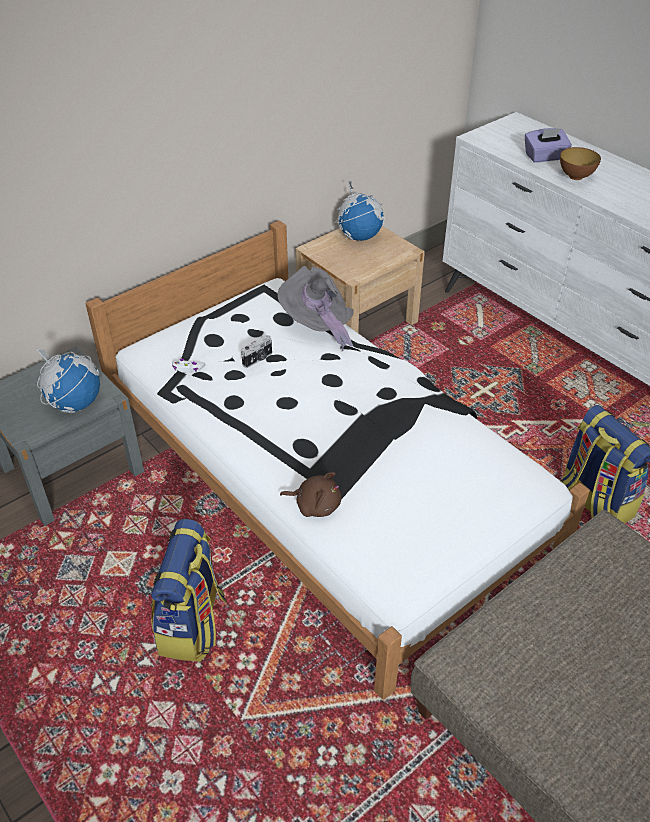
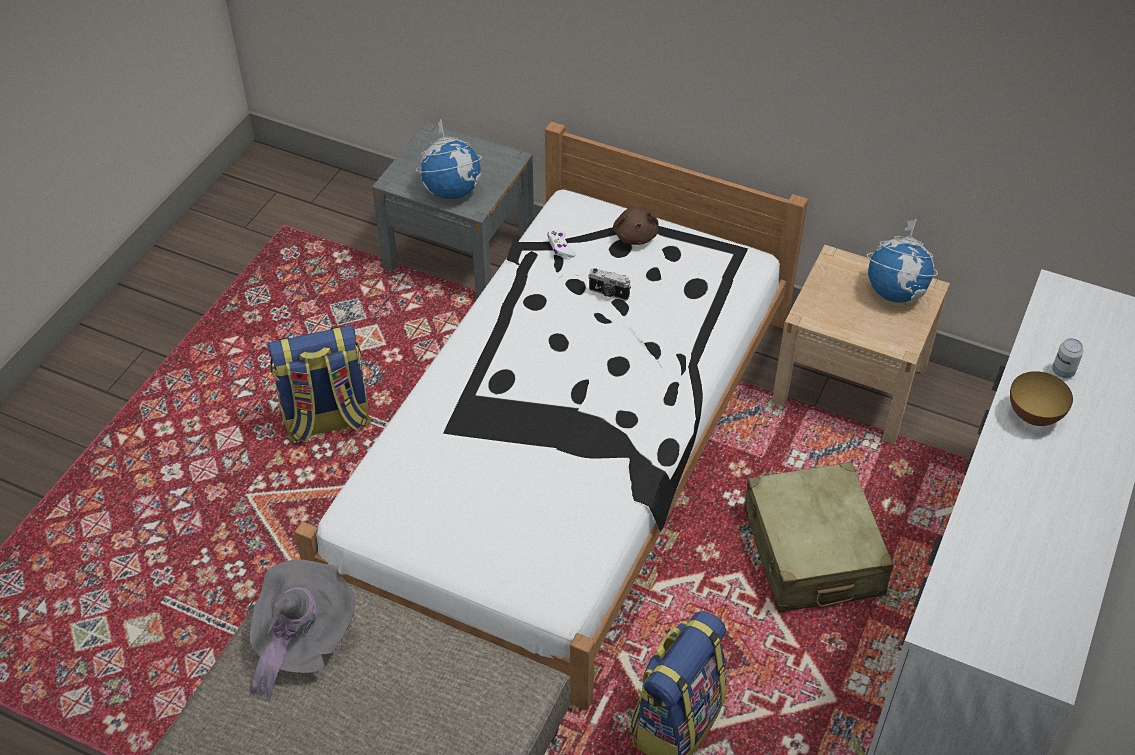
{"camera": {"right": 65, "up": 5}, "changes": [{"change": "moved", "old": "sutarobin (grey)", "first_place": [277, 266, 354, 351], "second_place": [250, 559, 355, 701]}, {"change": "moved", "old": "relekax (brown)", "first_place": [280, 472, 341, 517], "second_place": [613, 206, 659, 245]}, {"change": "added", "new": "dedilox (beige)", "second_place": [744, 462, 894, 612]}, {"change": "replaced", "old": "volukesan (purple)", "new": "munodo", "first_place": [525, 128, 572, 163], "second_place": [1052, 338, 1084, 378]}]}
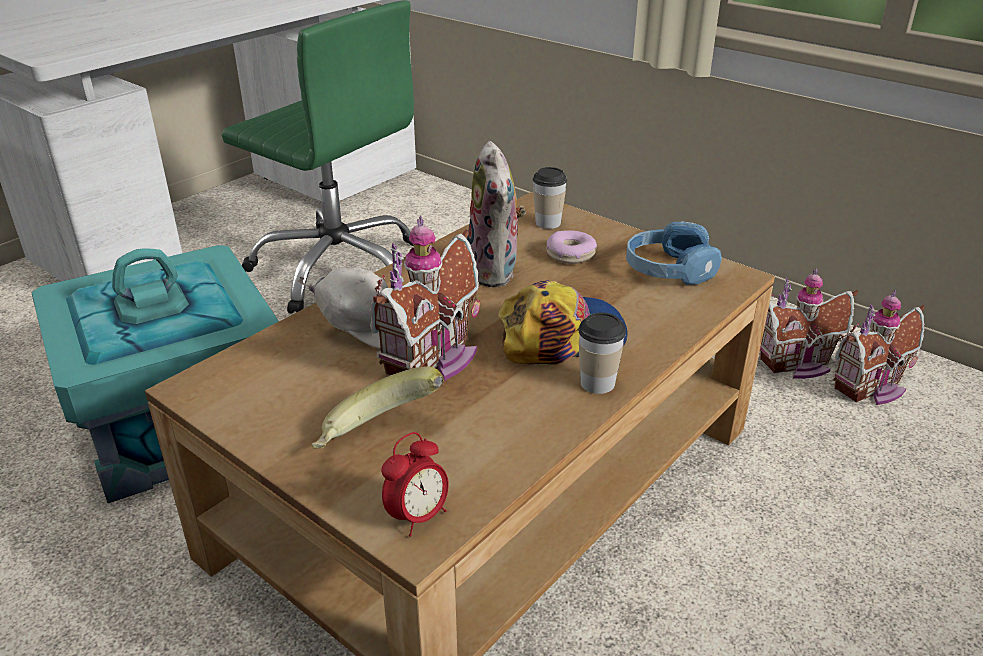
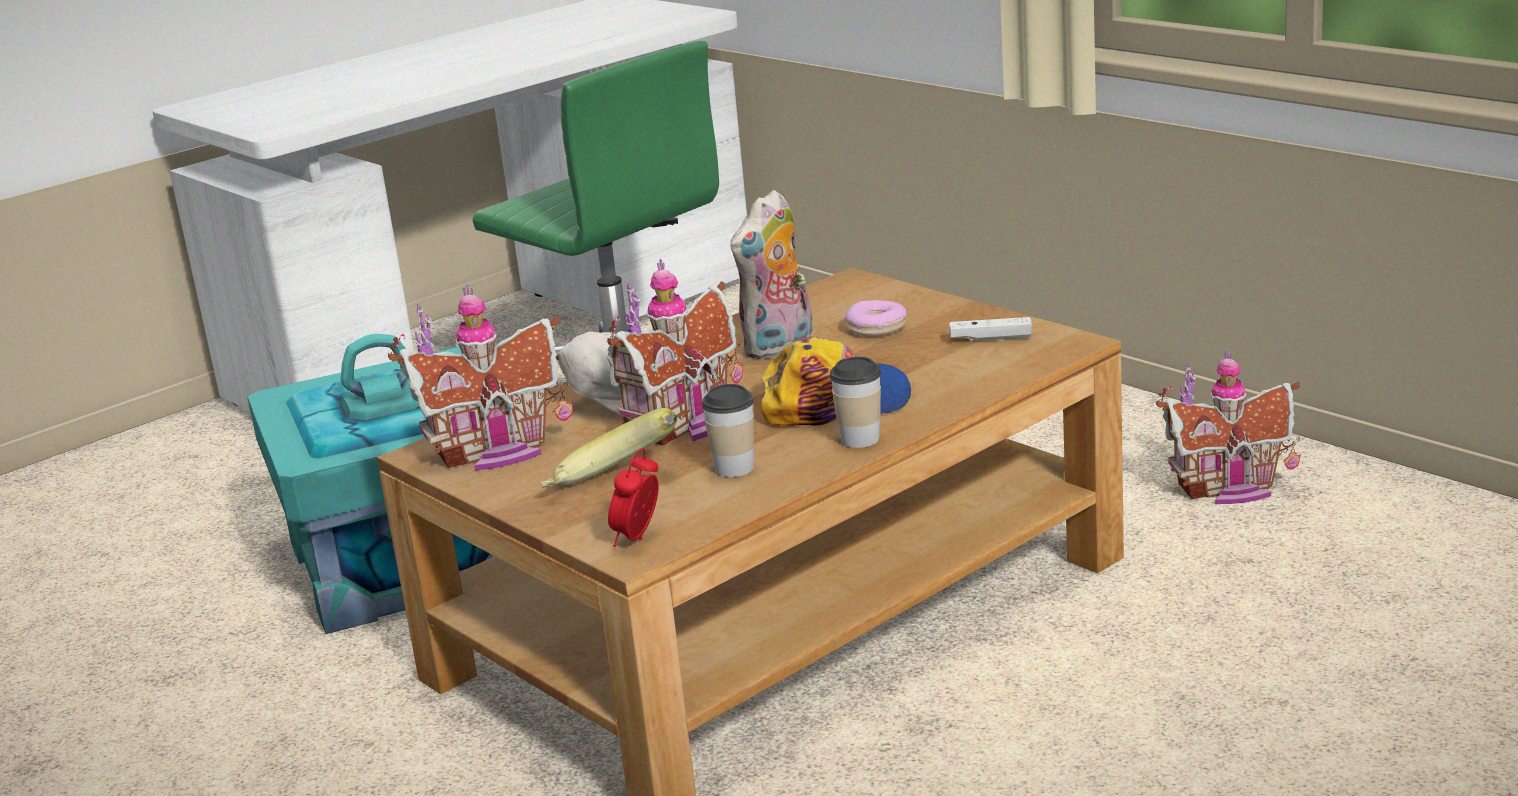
{"camera": {"right": 10, "up": -10}, "changes": [{"change": "moved", "old": "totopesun", "first_place": [833, 290, 925, 405], "second_place": [388, 284, 573, 471]}, {"change": "turned", "old": "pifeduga", "first_place": [381, 432, 449, 537], "second_place": [608, 448, 659, 547], "degrees": 150}, {"change": "moved", "old": "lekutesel", "first_place": [532, 167, 567, 229], "second_place": [701, 384, 754, 477]}, {"change": "turned", "old": "relekax", "first_place": [467, 141, 526, 287], "second_place": [730, 190, 813, 360], "degrees": 45}, {"change": "replaced", "old": "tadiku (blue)", "new": "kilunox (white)", "first_place": [626, 221, 722, 285], "second_place": [949, 317, 1032, 341]}]}
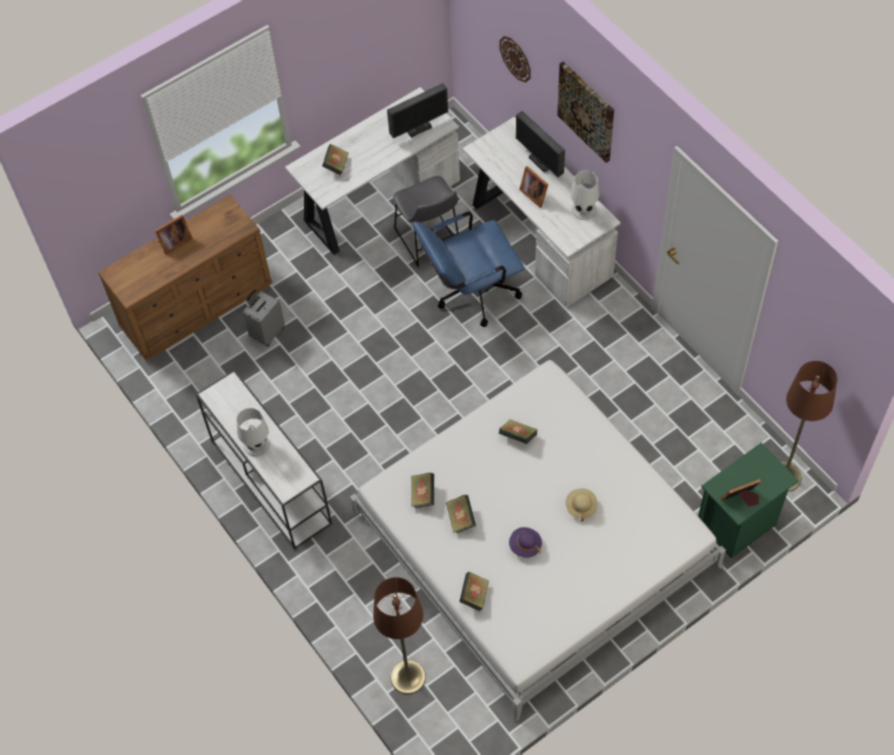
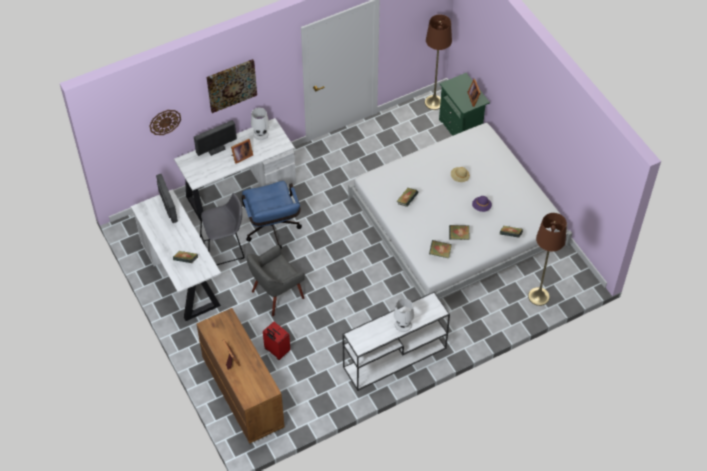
{"camera": {"right": -85, "up": -5}, "changes": [{"change": "added", "new": "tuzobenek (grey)", "second_place": [247, 245, 305, 316]}, {"change": "recoloured", "old": "dedilox (grey)", "new": "dedilox (red)", "first_place": [243, 289, 285, 347], "second_place": [263, 322, 290, 360]}]}
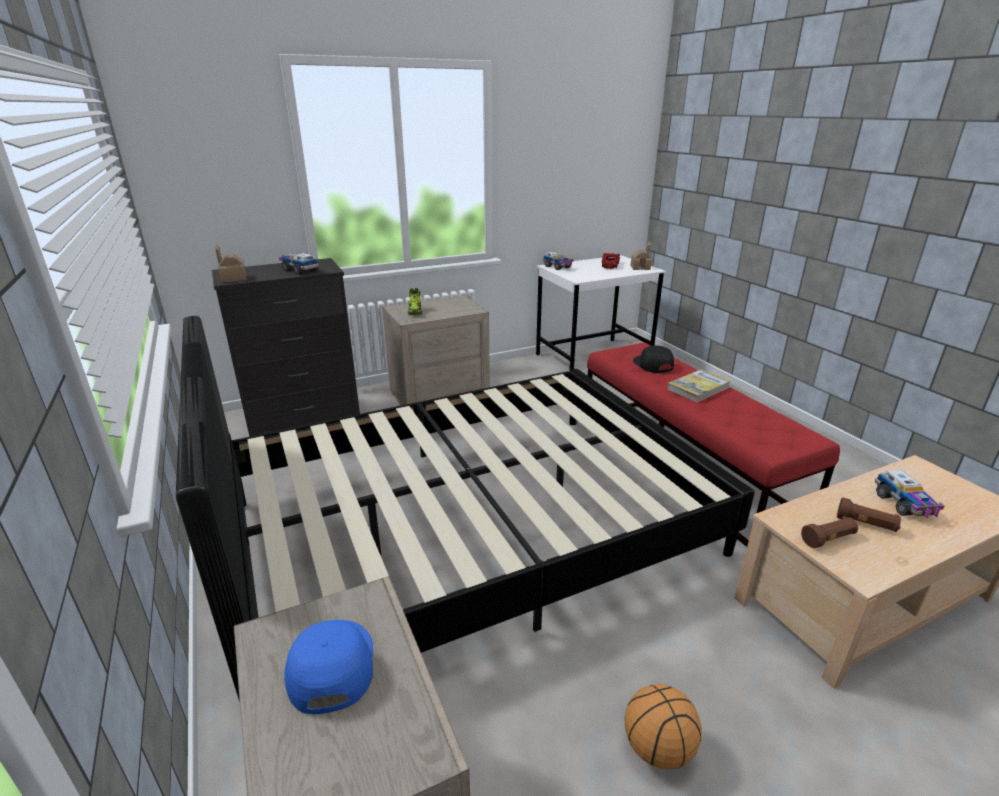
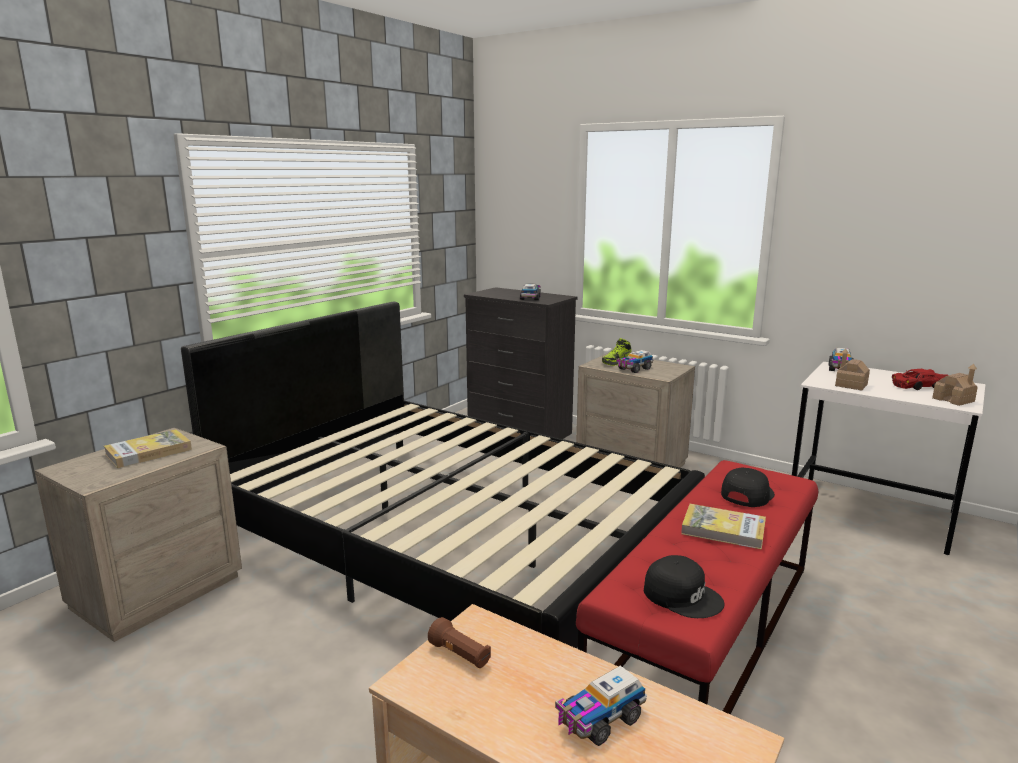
{"camera": {"right": 60, "up": -10}, "changes": [{"change": "replaced", "old": "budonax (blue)", "new": "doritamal", "first_place": [284, 620, 373, 714], "second_place": [104, 429, 192, 468]}, {"change": "added", "new": "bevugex", "second_place": [616, 350, 653, 373]}, {"change": "added", "new": "budonax (black)", "second_place": [644, 555, 725, 618]}, {"change": "moved", "old": "totopesun", "first_place": [214, 245, 247, 283], "second_place": [835, 348, 870, 391]}, {"change": "removed", "old": "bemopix", "first_place": [625, 684, 702, 770]}, {"change": "removed", "old": "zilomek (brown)", "first_place": [837, 498, 901, 532]}]}
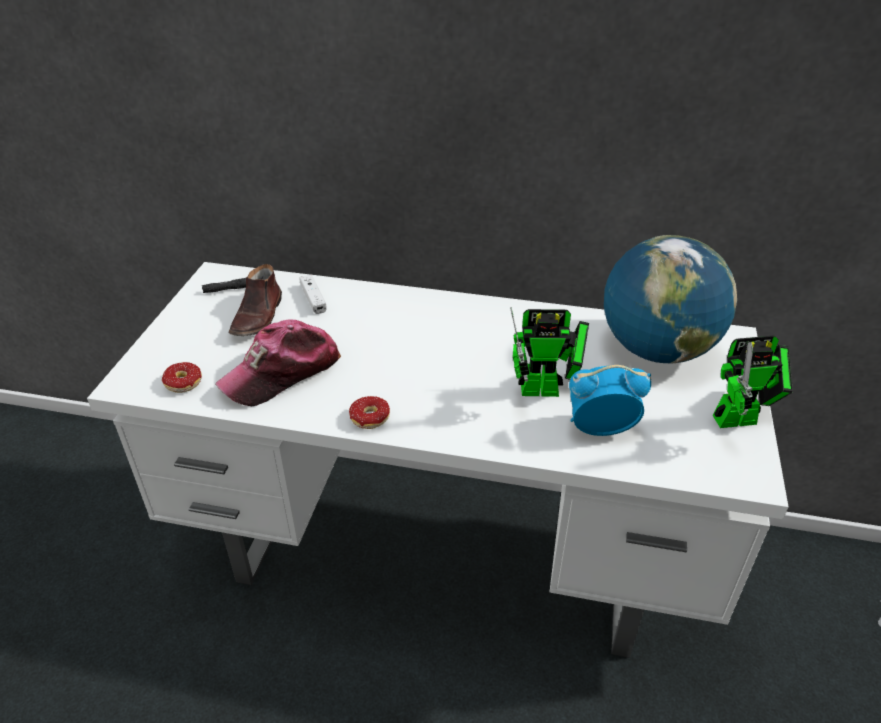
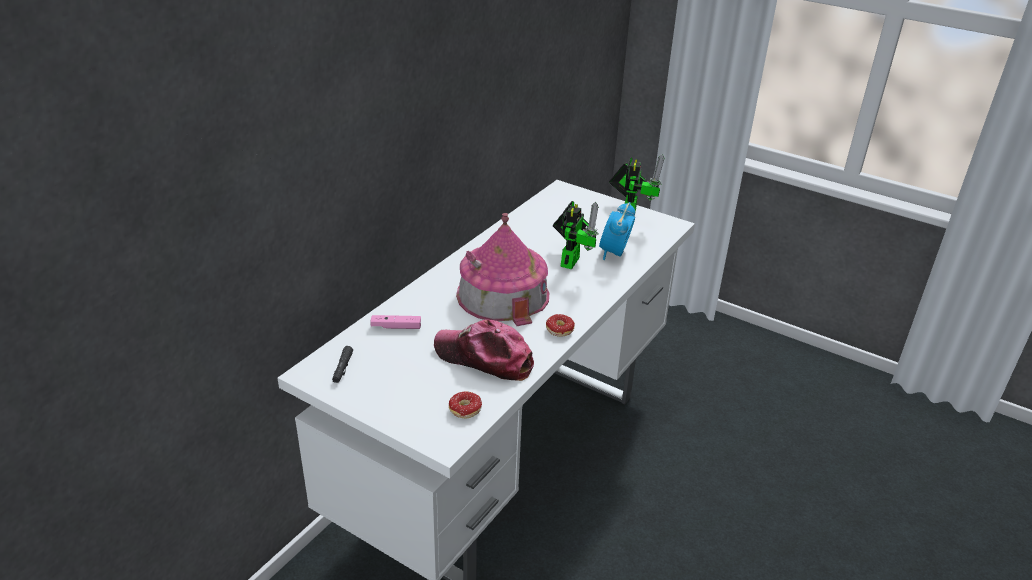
{"camera": {"right": -70, "up": -5}, "changes": [{"change": "recoloured", "old": "kilunox (white)", "new": "kilunox (pink)", "first_place": [299, 275, 327, 314], "second_place": [370, 315, 421, 329]}, {"change": "turned", "old": "budonax", "first_place": [215, 319, 341, 406], "second_place": [434, 319, 534, 381], "degrees": 135}, {"change": "added", "new": "totopesun", "second_place": [456, 213, 549, 326]}, {"change": "removed", "old": "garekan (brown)", "first_place": [228, 264, 282, 336]}, {"change": "removed", "old": "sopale", "first_place": [604, 235, 737, 364]}]}
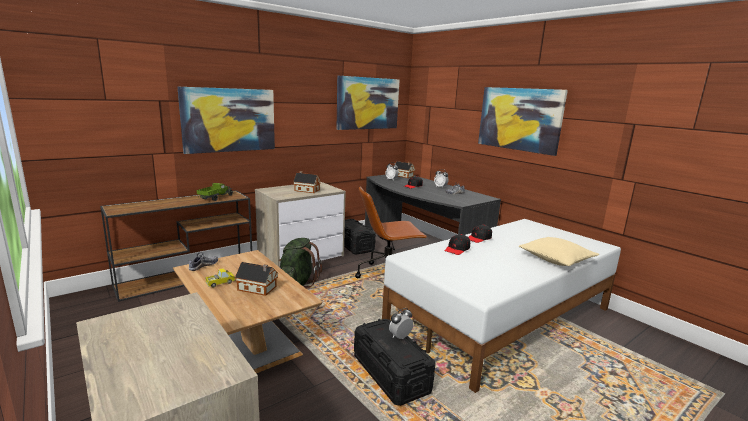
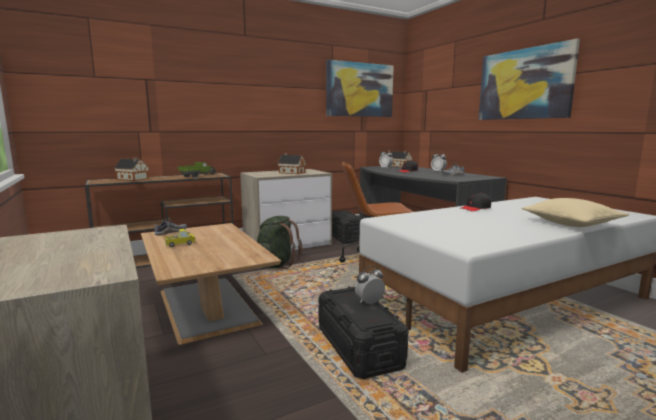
{"camera": {"right": 10, "up": -5}, "changes": [{"change": "moved", "old": "totopesun", "first_place": [235, 262, 278, 296], "second_place": [114, 157, 149, 181]}, {"change": "removed", "old": "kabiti", "first_place": [178, 87, 275, 154]}, {"change": "removed", "old": "budonax (black)", "first_place": [445, 234, 470, 255]}]}
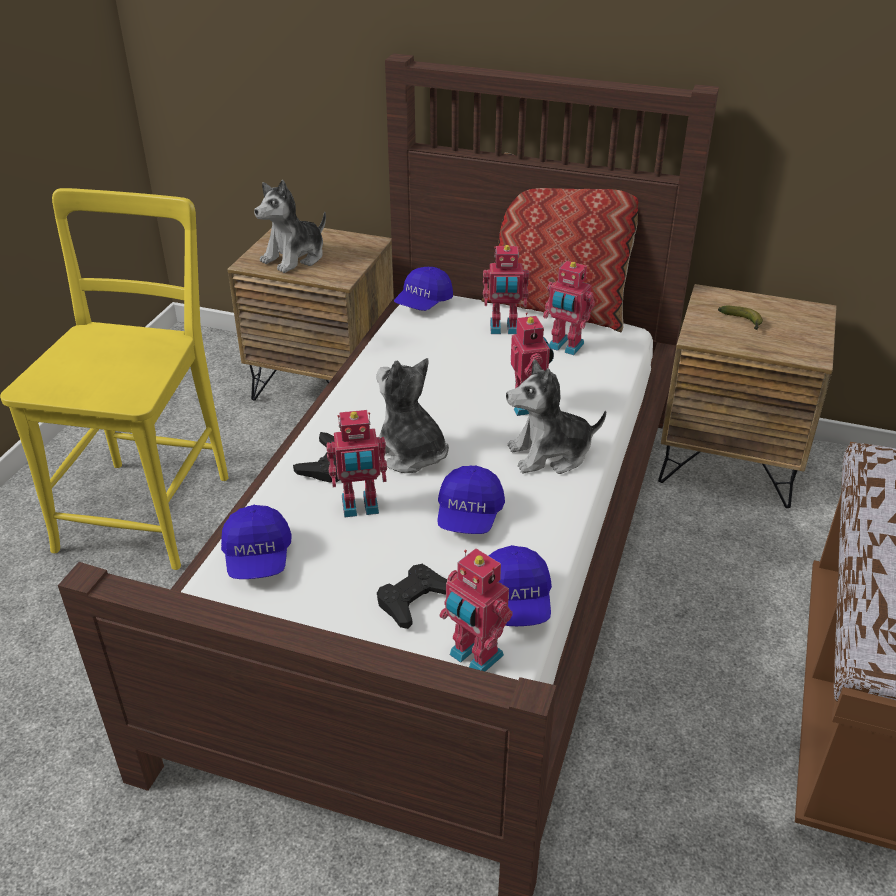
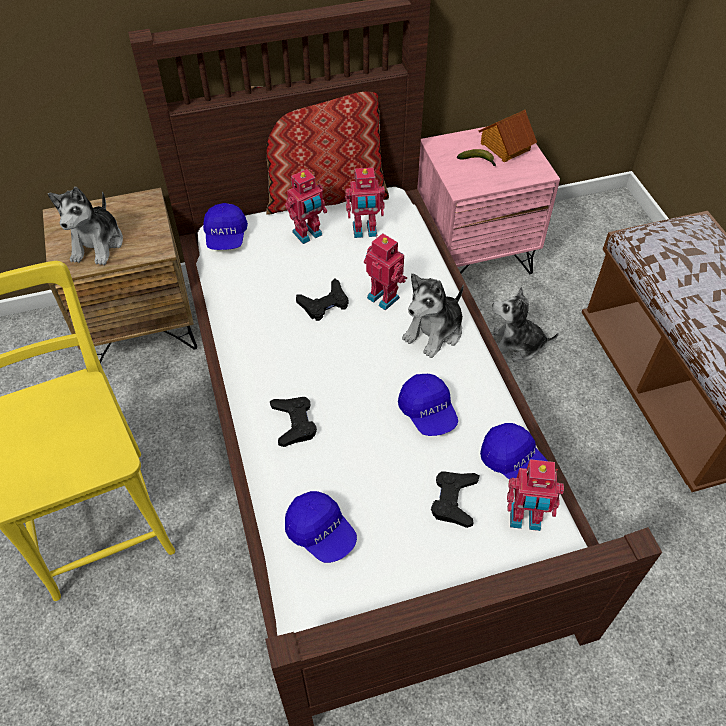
{"camera": {"right": -35, "up": 15}, "changes": [{"change": "added", "new": "kilunox (black)", "second_place": [296, 278, 349, 321]}, {"change": "recoloured", "old": "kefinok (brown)", "new": "kefinok (pink)", "first_place": [658, 284, 837, 508], "second_place": [417, 127, 560, 274]}, {"change": "added", "new": "totopesun", "second_place": [479, 109, 537, 162]}, {"change": "moved", "old": "relekax", "first_place": [376, 358, 449, 473], "second_place": [492, 286, 559, 362]}, {"change": "removed", "old": "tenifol", "first_place": [326, 410, 387, 518]}]}
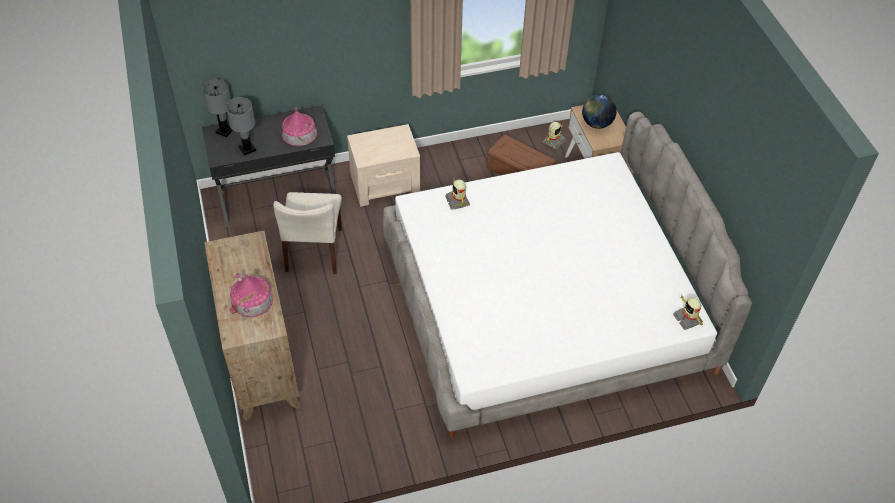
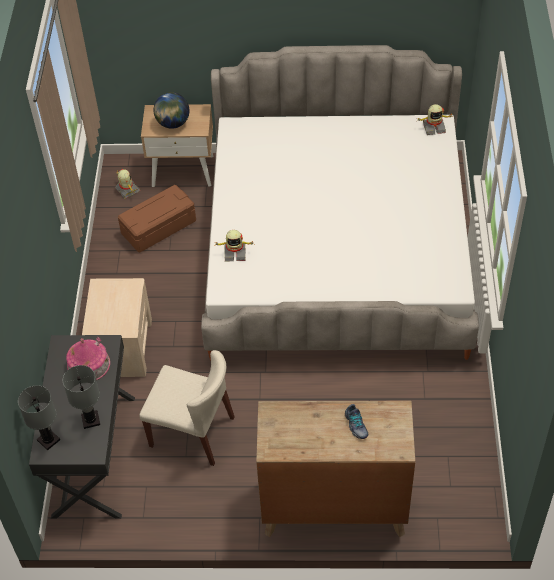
{"camera": {"right": -70, "up": 0}, "changes": [{"change": "replaced", "old": "totopesun", "new": "garekan", "first_place": [229, 273, 273, 317], "second_place": [345, 404, 368, 439]}]}
